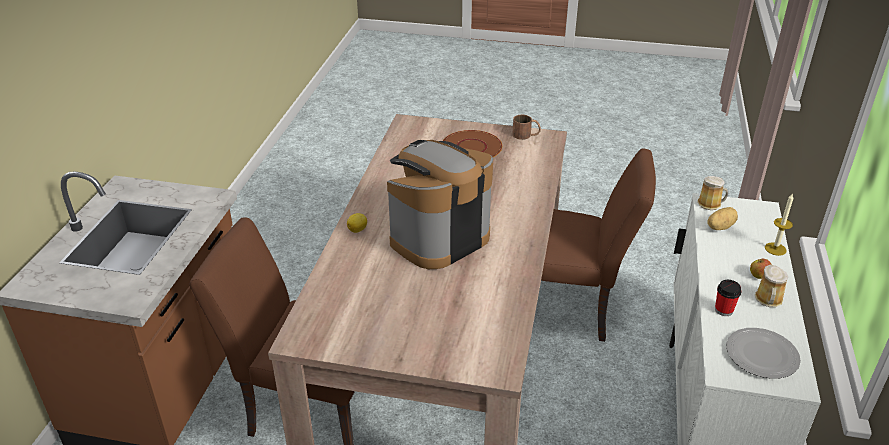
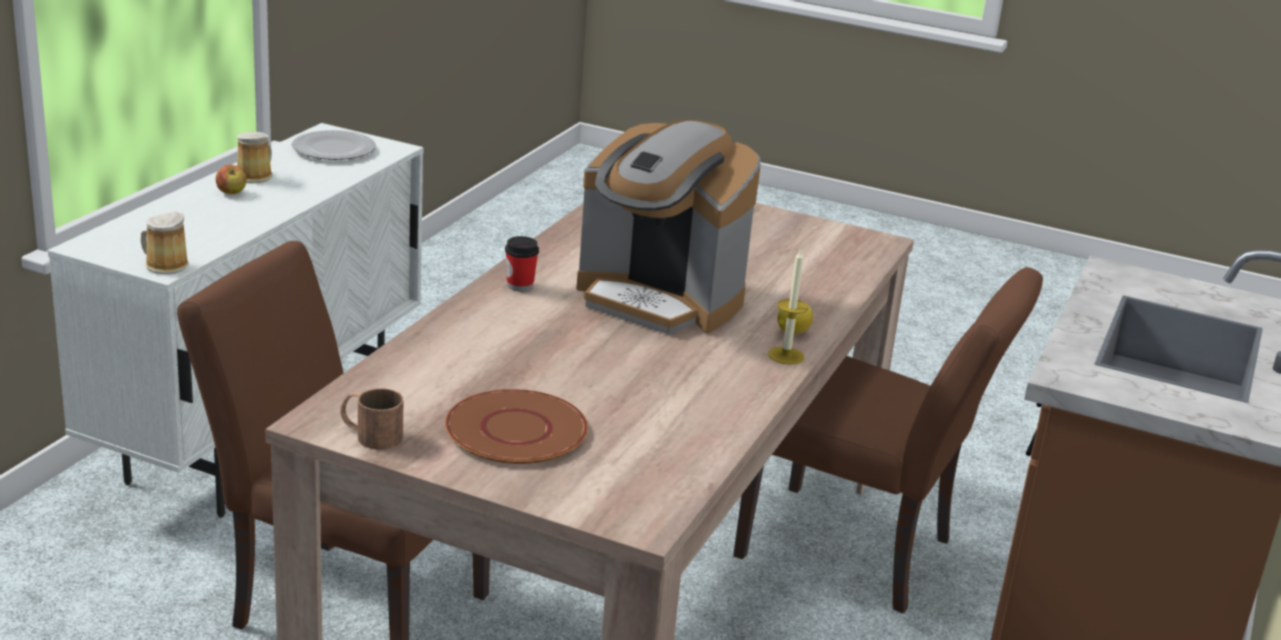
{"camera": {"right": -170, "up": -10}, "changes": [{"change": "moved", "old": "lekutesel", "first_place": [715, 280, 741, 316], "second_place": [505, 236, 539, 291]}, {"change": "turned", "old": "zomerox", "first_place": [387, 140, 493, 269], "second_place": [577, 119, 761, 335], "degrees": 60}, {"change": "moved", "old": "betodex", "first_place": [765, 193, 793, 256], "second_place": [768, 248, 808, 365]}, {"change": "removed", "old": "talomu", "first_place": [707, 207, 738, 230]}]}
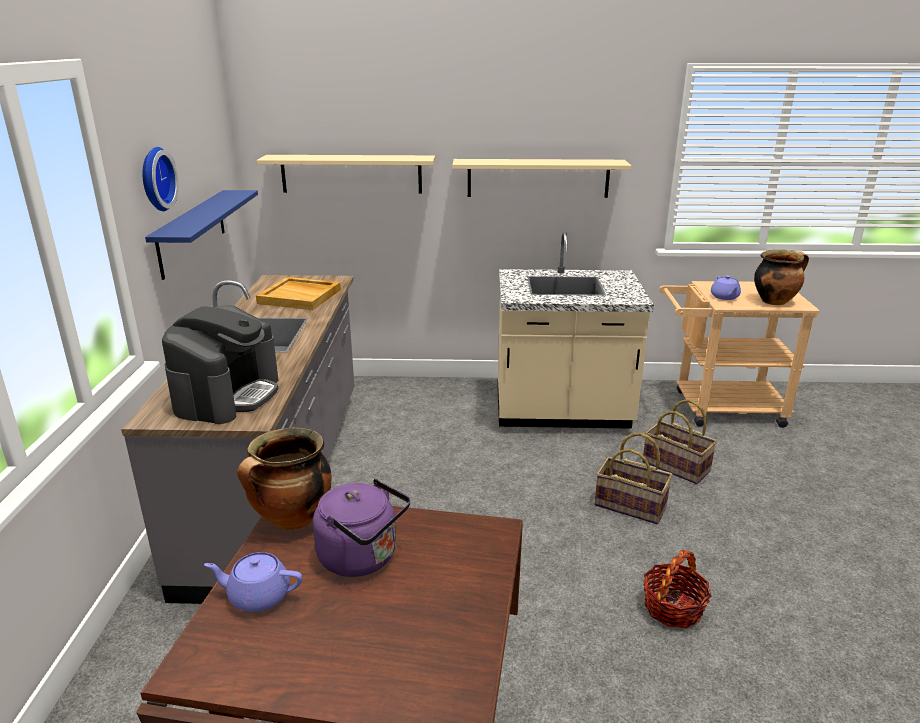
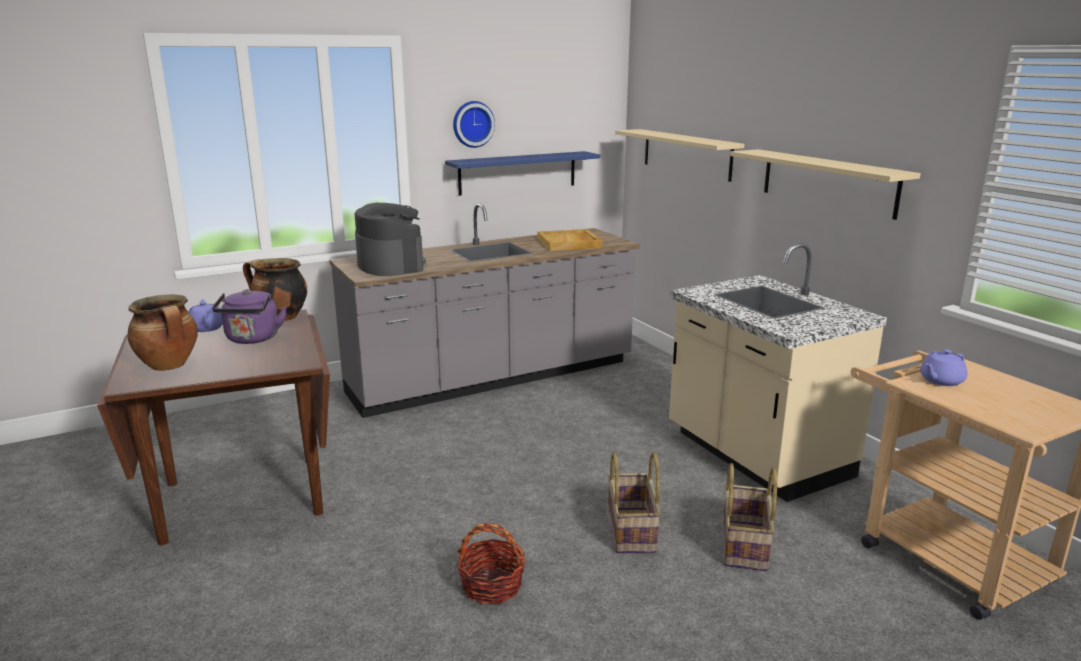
{"camera": {"right": 60, "up": -5}, "changes": [{"change": "moved", "old": "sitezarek", "first_place": [754, 250, 809, 305], "second_place": [127, 295, 198, 371]}, {"change": "turned", "old": "zomerox", "first_place": [162, 305, 278, 424], "second_place": [355, 203, 426, 276], "degrees": -105}]}
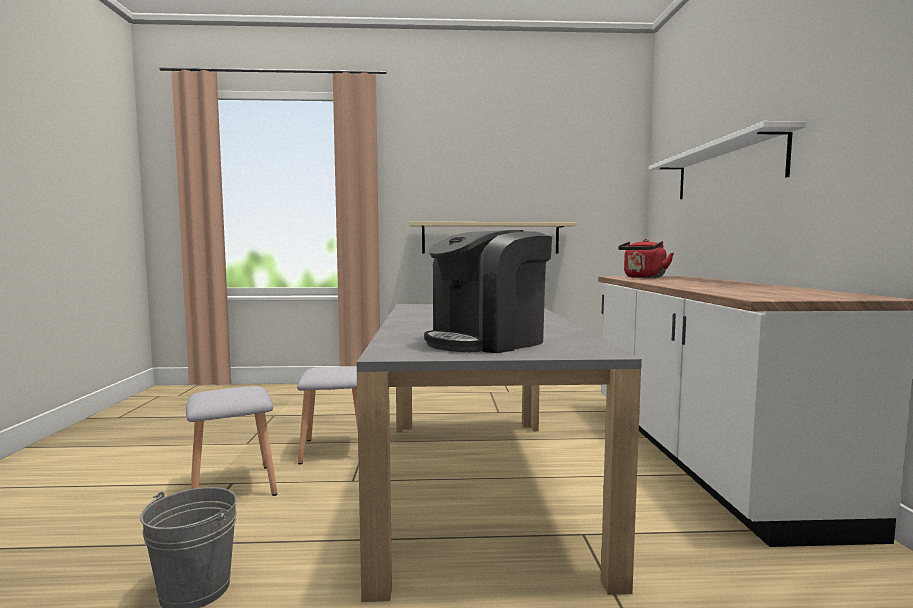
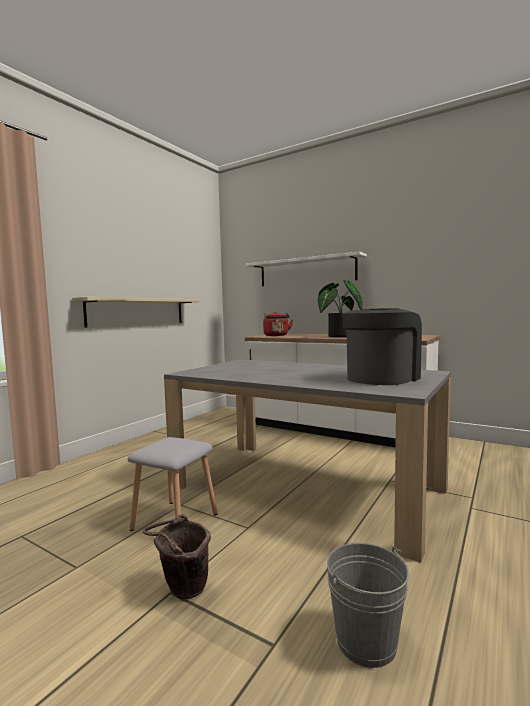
{"camera": {"right": -55, "up": 0}, "changes": [{"change": "replaced", "old": "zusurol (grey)", "new": "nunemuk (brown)", "first_place": [186, 386, 277, 496], "second_place": [143, 514, 211, 599]}, {"change": "added", "new": "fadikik", "second_place": [318, 280, 363, 337]}, {"change": "turned", "old": "zomerox", "first_place": [424, 230, 552, 353], "second_place": [342, 308, 422, 385], "degrees": -135}]}
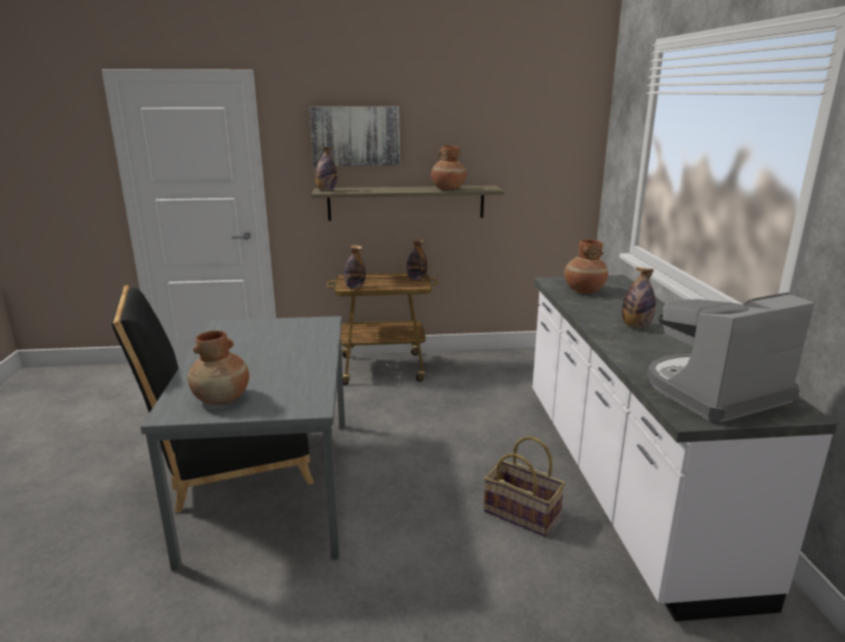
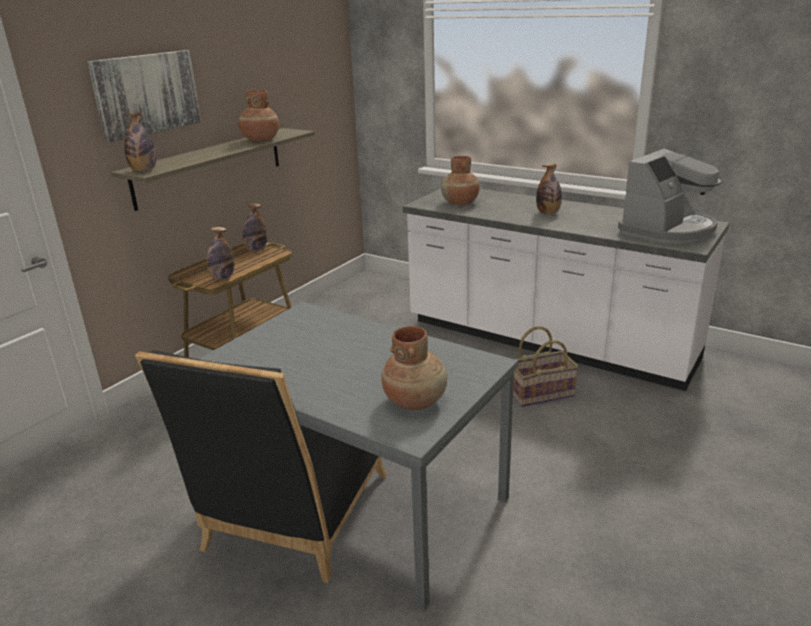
{"camera": {"right": -50, "up": 5}, "changes": [{"change": "turned", "old": "zomerox", "first_place": [647, 292, 815, 423], "second_place": [618, 148, 721, 244], "degrees": -150}]}
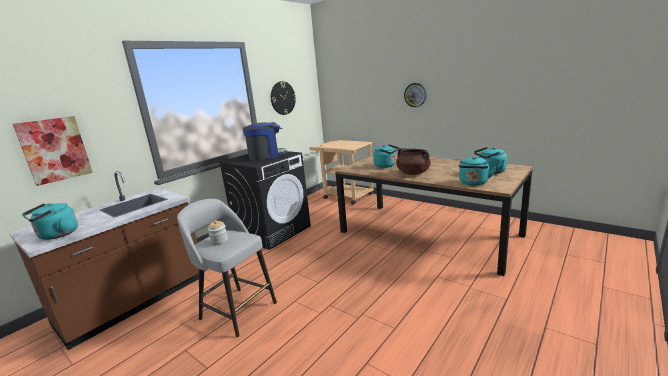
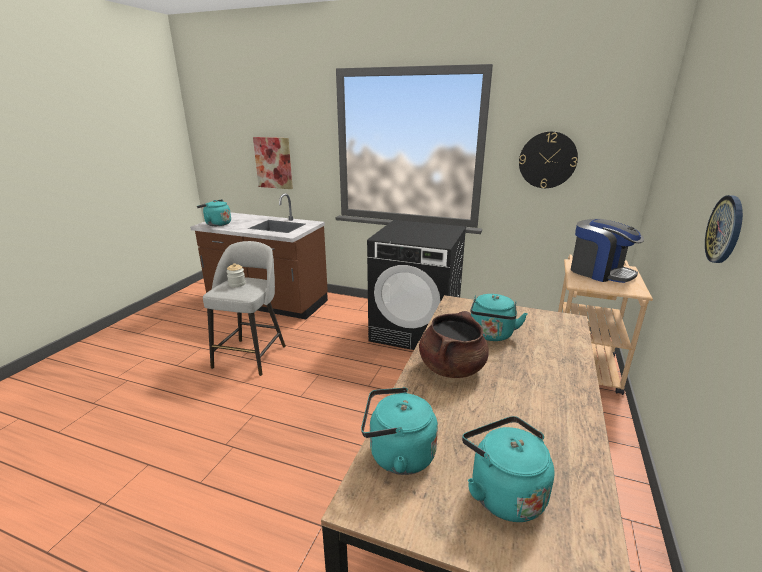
{"camera": {"right": 70, "up": 5}, "changes": [{"change": "moved", "old": "zomerox", "first_place": [243, 122, 287, 160], "second_place": [571, 219, 644, 283]}]}
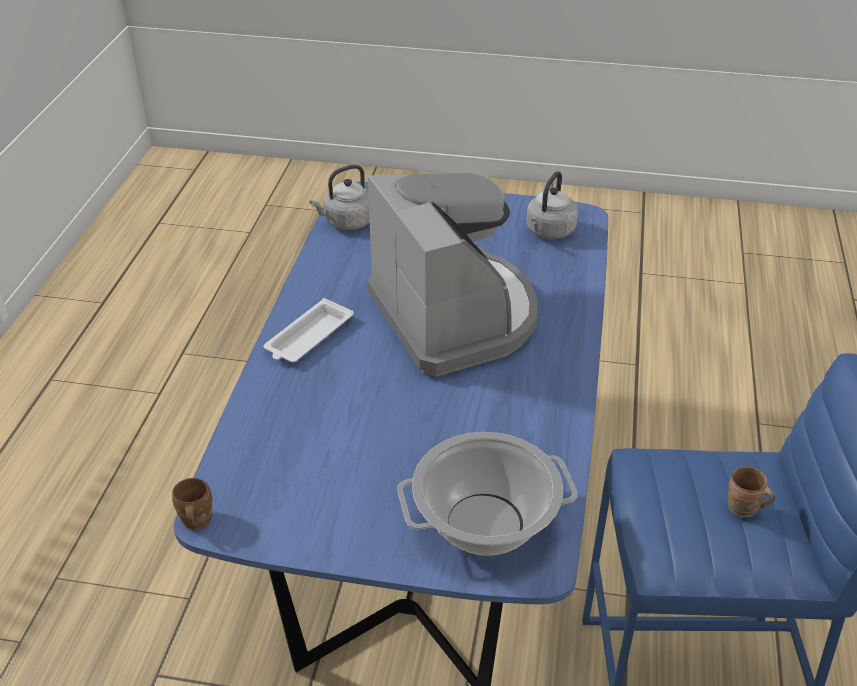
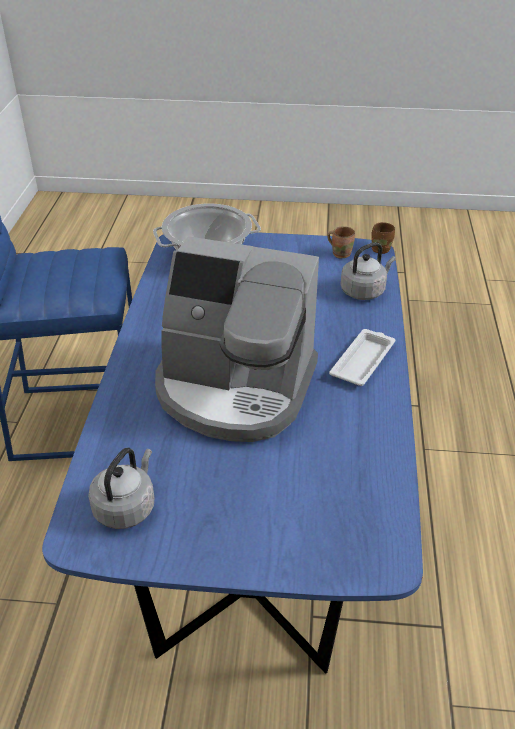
{"camera": {"right": 175, "up": 0}, "changes": [{"change": "turned", "old": "zomerox", "first_place": [367, 173, 538, 377], "second_place": [155, 236, 319, 442], "degrees": -45}, {"change": "moved", "old": "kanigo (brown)", "first_place": [728, 466, 775, 517], "second_place": [327, 226, 355, 258]}, {"change": "moved", "old": "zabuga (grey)", "first_place": [310, 165, 370, 230], "second_place": [340, 242, 396, 300]}]}
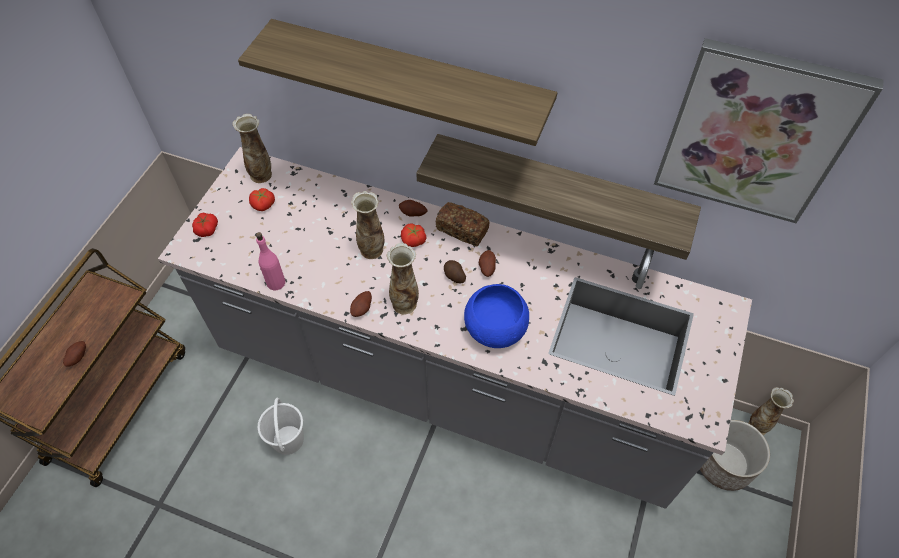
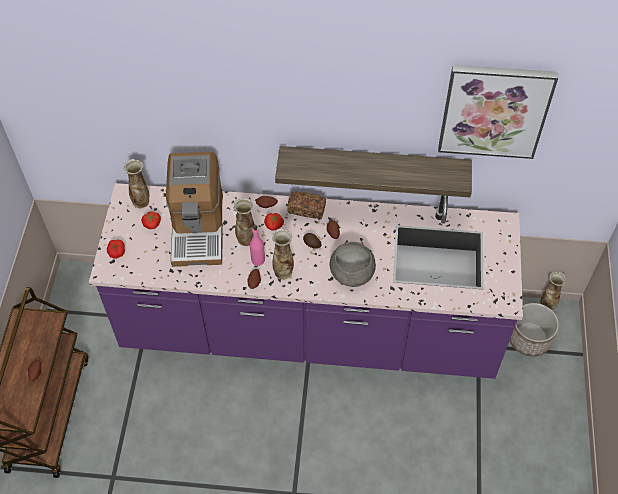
{"camera": {"right": -15, "up": 0}, "changes": [{"change": "recoloured", "old": "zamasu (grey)", "new": "zamasu (purple)", "first_place": [158, 147, 752, 509], "second_place": [89, 183, 523, 379]}, {"change": "added", "new": "zomerox", "second_place": [166, 152, 223, 267]}, {"change": "moved", "old": "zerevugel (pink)", "first_place": [256, 232, 285, 290], "second_place": [250, 225, 265, 266]}, {"change": "recoloured", "old": "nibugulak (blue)", "new": "nibugulak (grey)", "first_place": [464, 284, 529, 348], "second_place": [329, 242, 376, 287]}, {"change": "removed", "old": "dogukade", "first_place": [238, 19, 557, 146]}, {"change": "removed", "old": "nunemuk (white)", "first_place": [257, 398, 304, 455]}]}
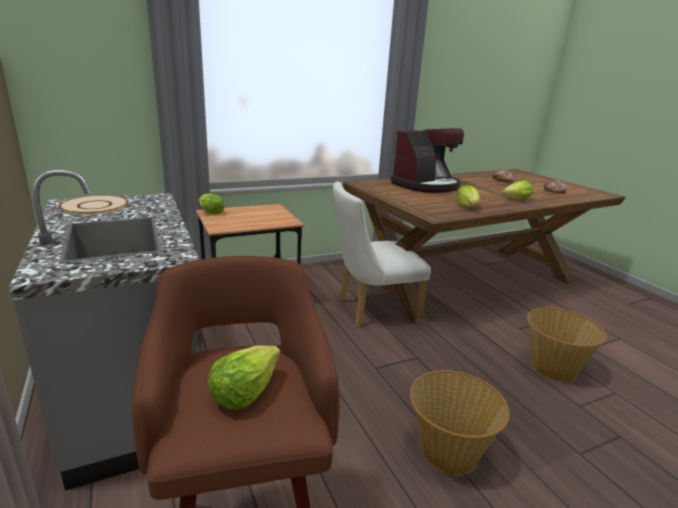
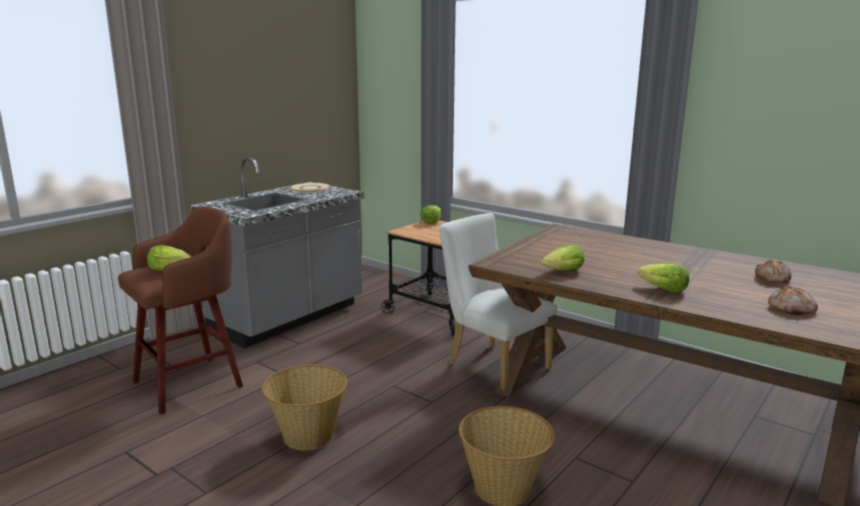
{"camera": {"right": 65, "up": -5}, "changes": [{"change": "removed", "old": "zomerox", "first_place": [390, 128, 464, 193]}]}
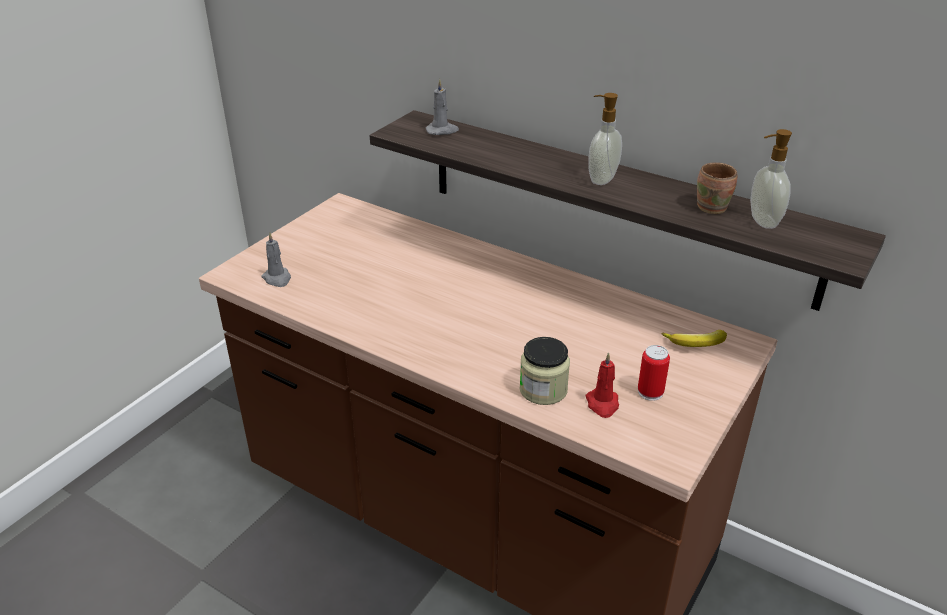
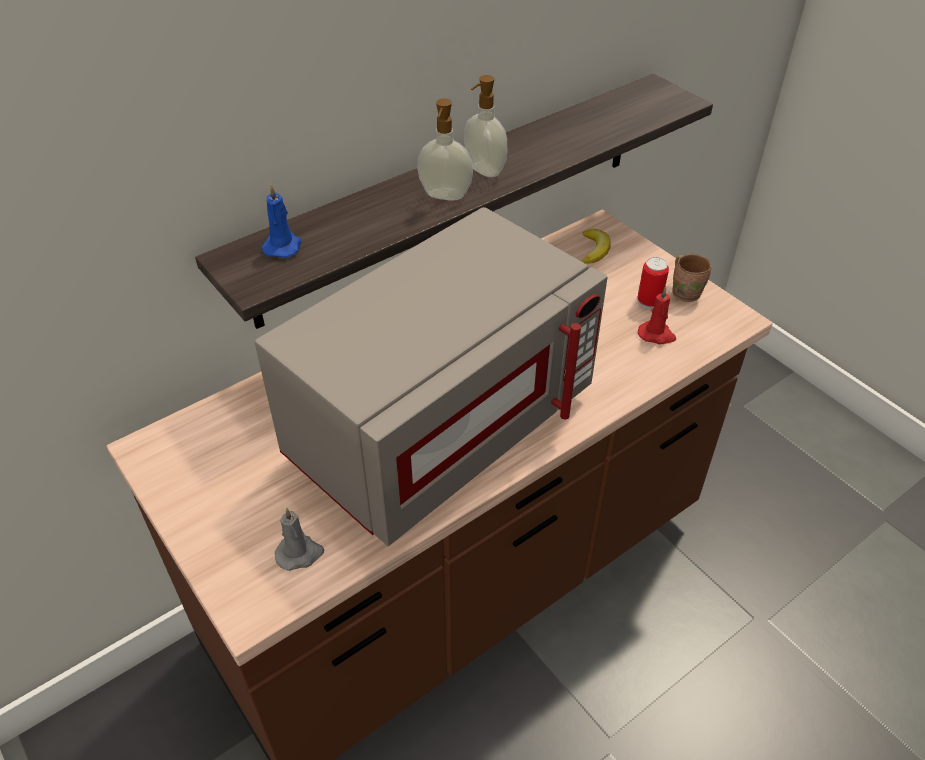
{"camera": {"right": -70, "up": 10}, "changes": [{"change": "added", "new": "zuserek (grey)", "second_place": [255, 207, 608, 546]}, {"change": "recoloured", "old": "betodex (grey)", "new": "betodex (blue)", "first_place": [426, 79, 459, 135], "second_place": [262, 184, 301, 258]}, {"change": "moved", "old": "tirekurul", "first_place": [750, 129, 792, 229], "second_place": [417, 98, 473, 201]}, {"change": "moved", "old": "kanigo (brown)", "first_place": [697, 162, 737, 214], "second_place": [672, 254, 711, 302]}, {"change": "removed", "old": "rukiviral", "first_place": [520, 337, 570, 405]}]}
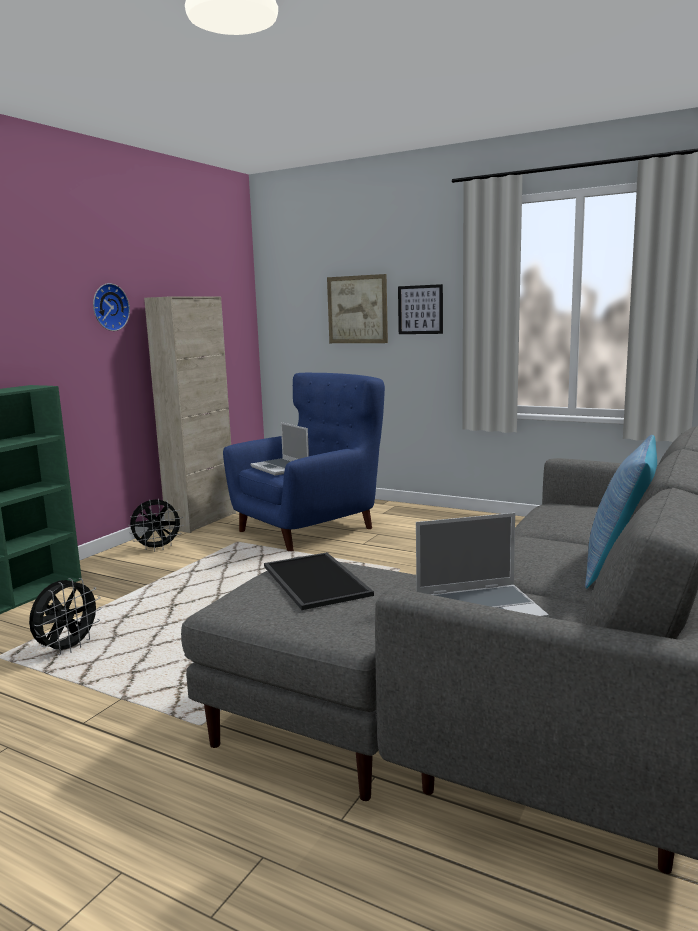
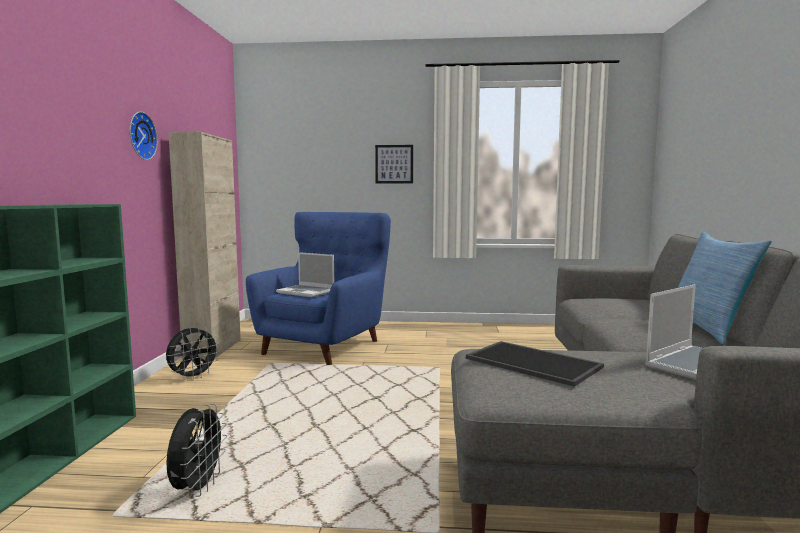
{"camera": {"right": -25, "up": -5}, "changes": [{"change": "removed", "old": "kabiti", "first_place": [327, 274, 388, 343]}]}
